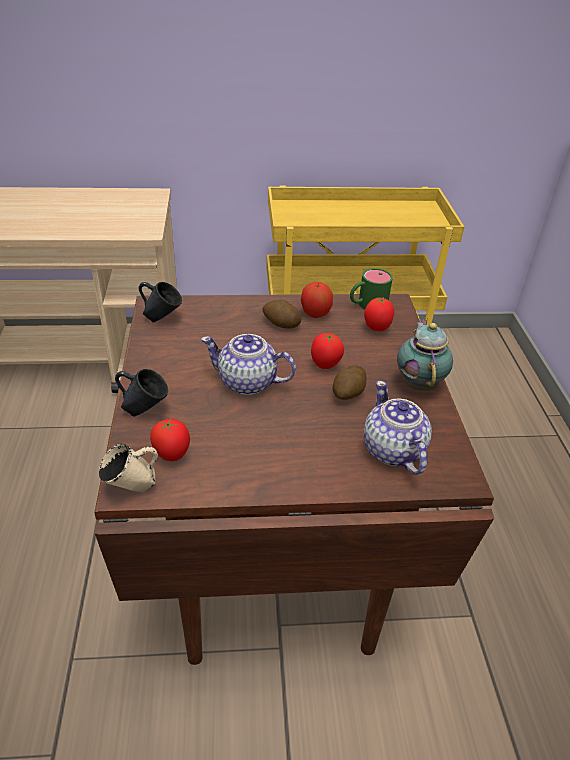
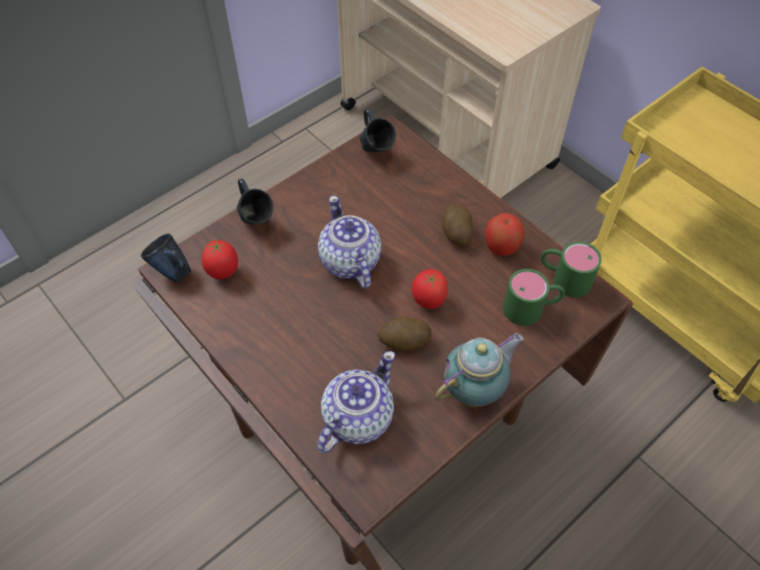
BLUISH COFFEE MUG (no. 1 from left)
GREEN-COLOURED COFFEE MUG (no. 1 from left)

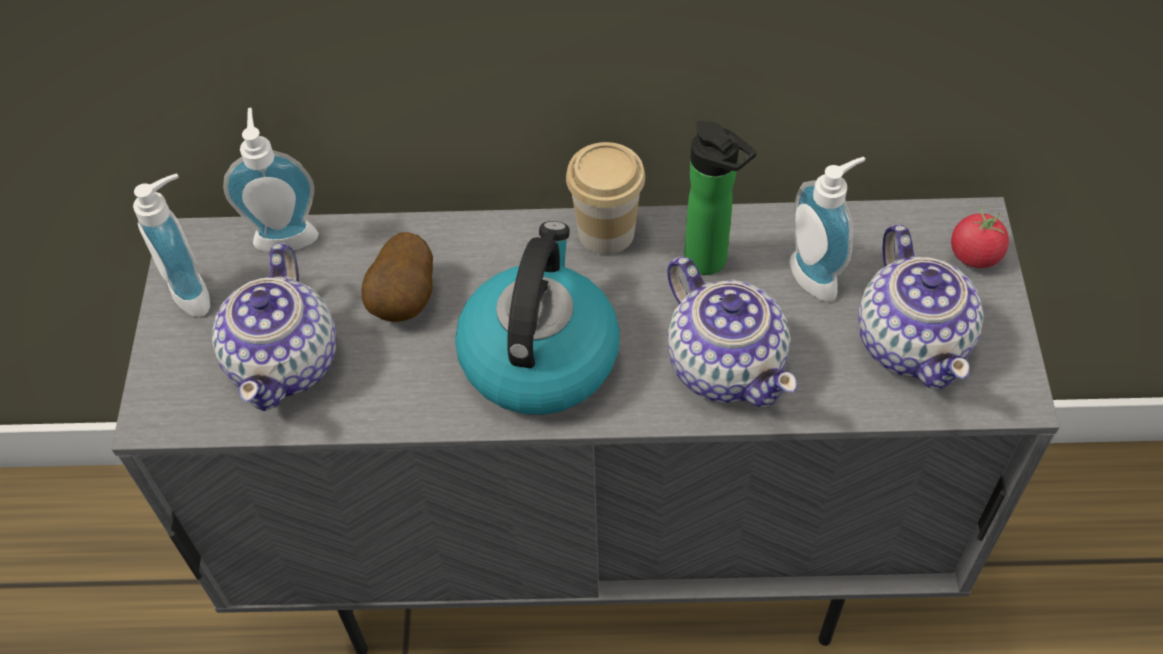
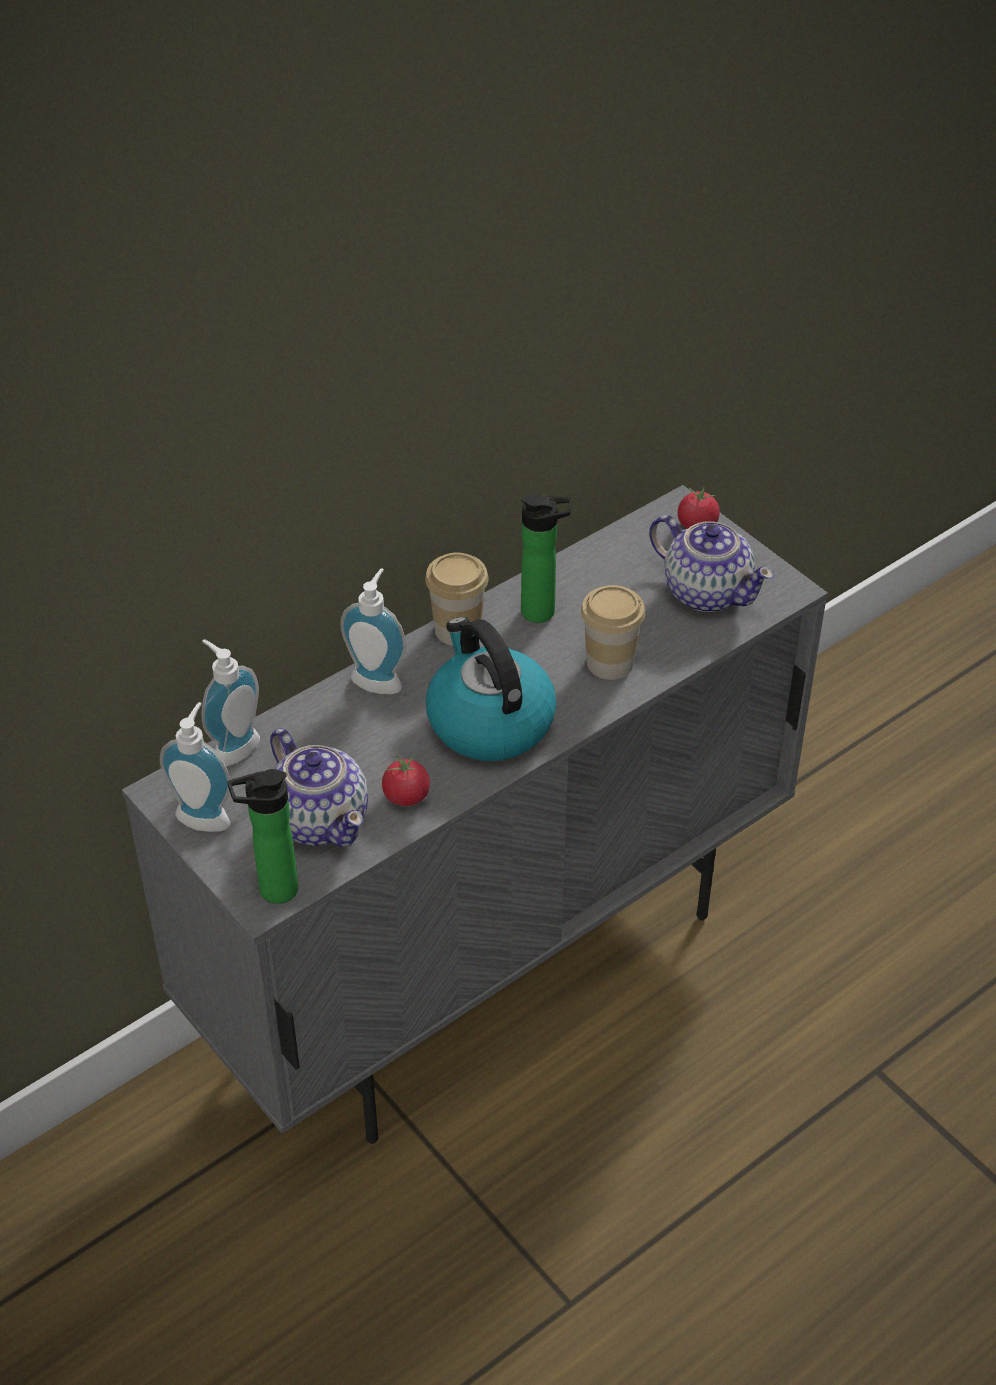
SPUD
DRINKING CUP (no. 2 from left)
LIQUID SOAP BOTTLE (no. 3 from left)
BEVERAGE BOTTLE (no. 1 from left)
FRESH TOMATO (no. 1 from left)

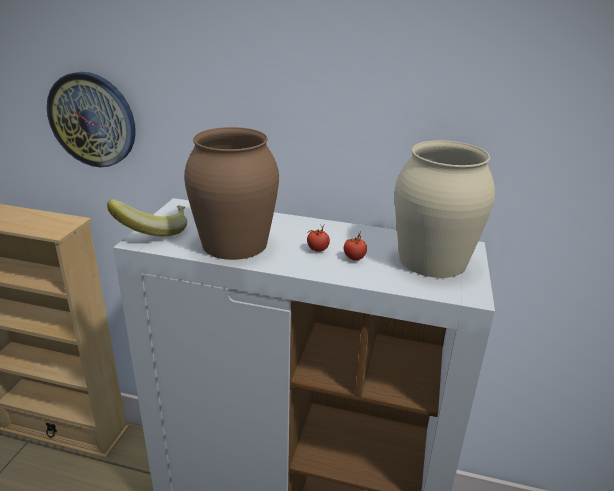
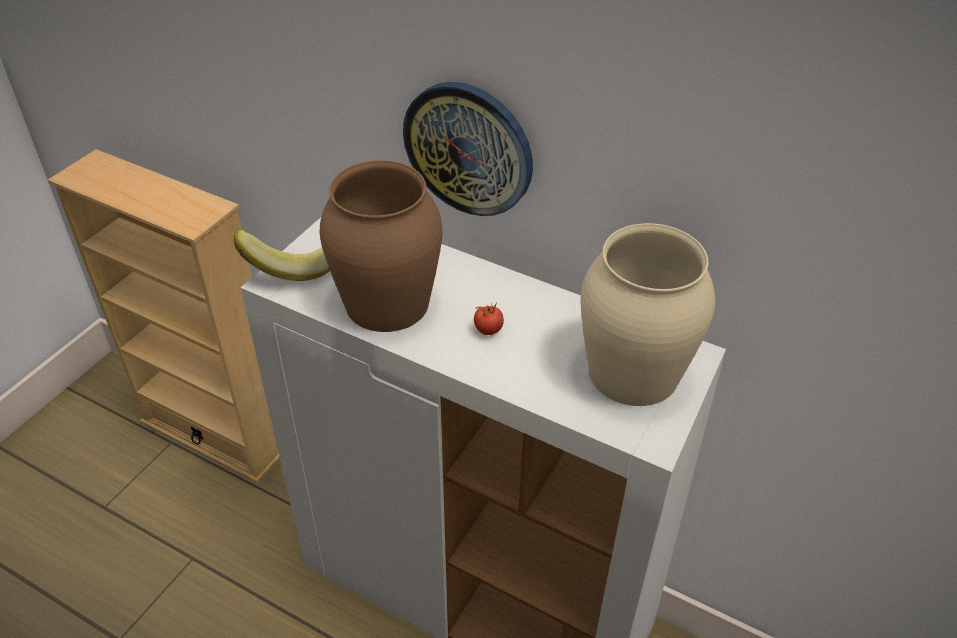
WALL CLOCK
FRESH TOMATO (no. 2 from left in the first image)

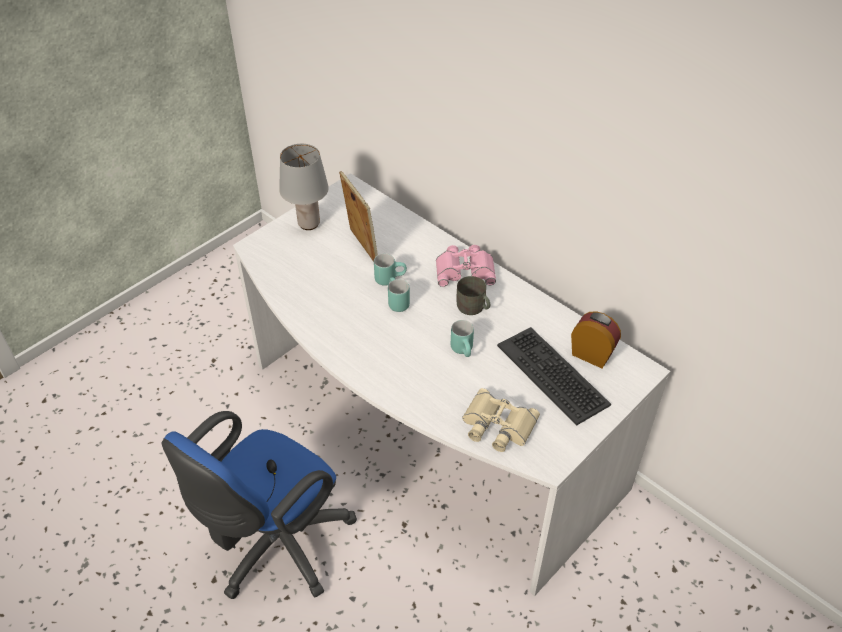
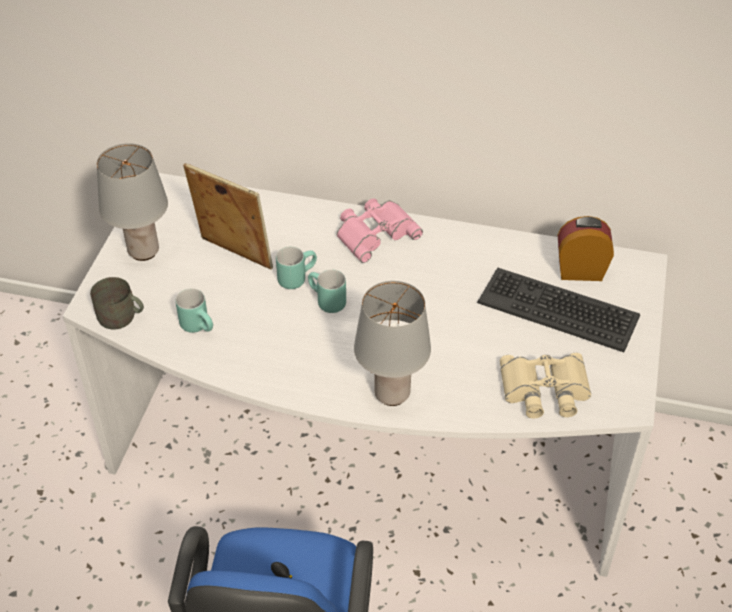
TURQUOISE-COLOURED COFFEE MUG (no. 1 from left)
GRAY COFFEE MUG
GRAY TABLE LAMP (no. 2 from left)

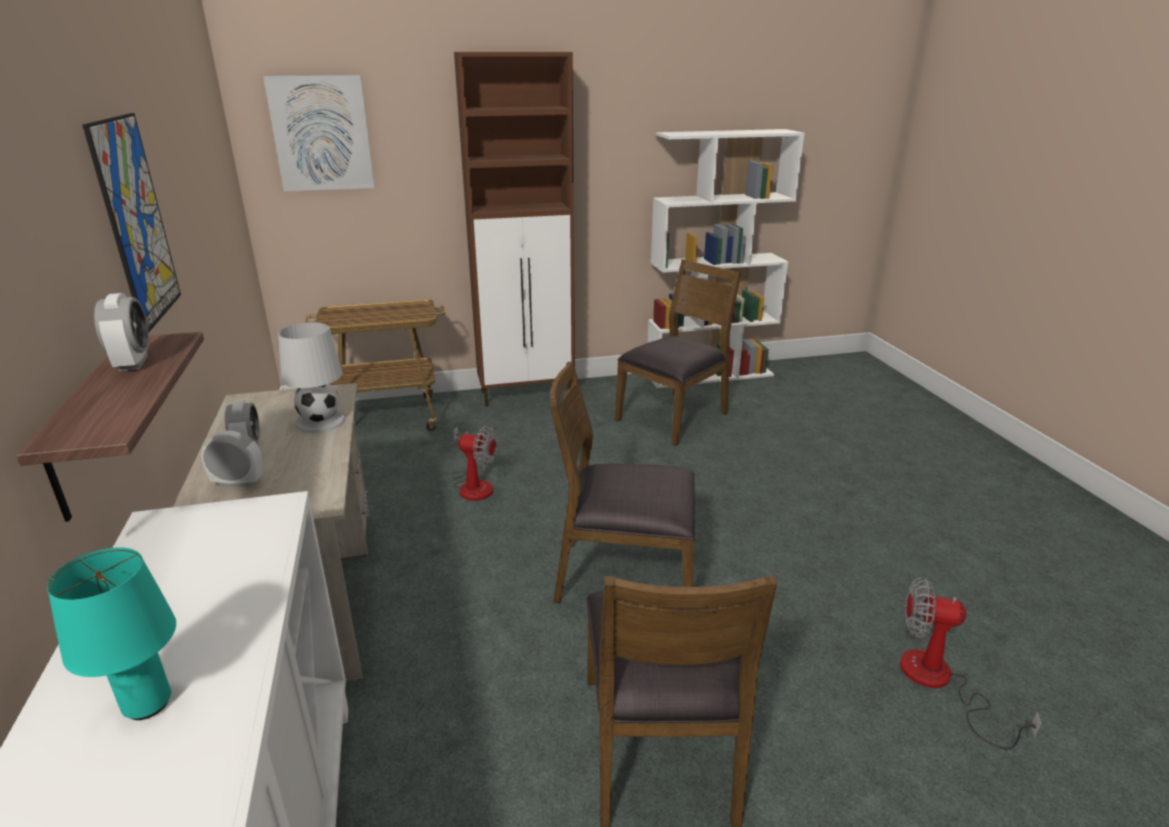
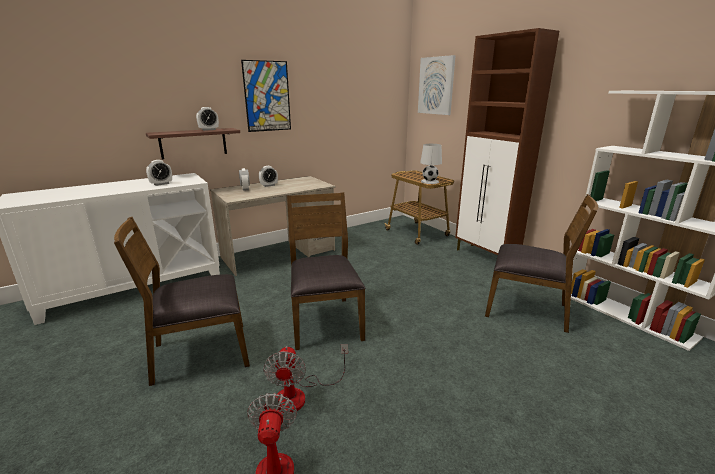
TURQUOISE-COLOURED TABLE LAMP
WHITE-COLOURED TABLE LAMP
COOLING FAN (no. 2 from left)
ALARM CLOCK (no. 1 from left)

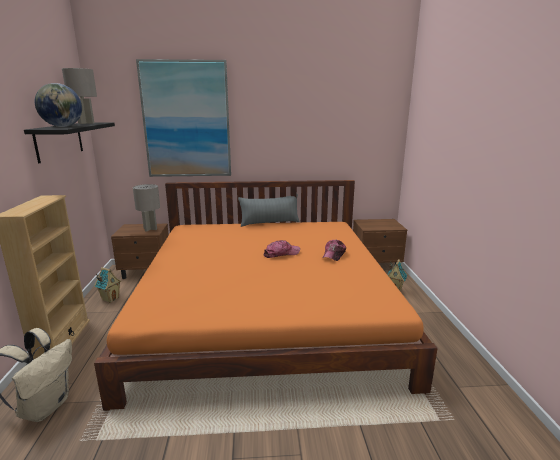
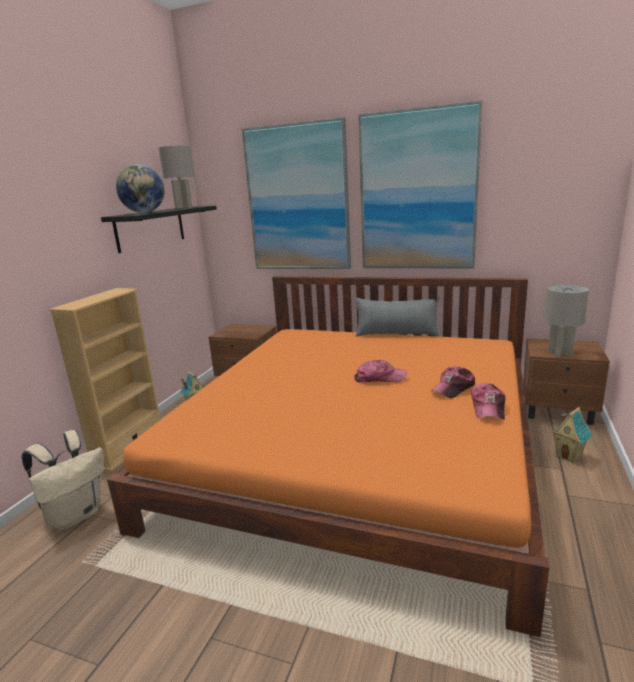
GRAY TABLE LAMP (no. 2 from left)
PICTURE (no. 2 from left)
CAP (no. 3 from left)

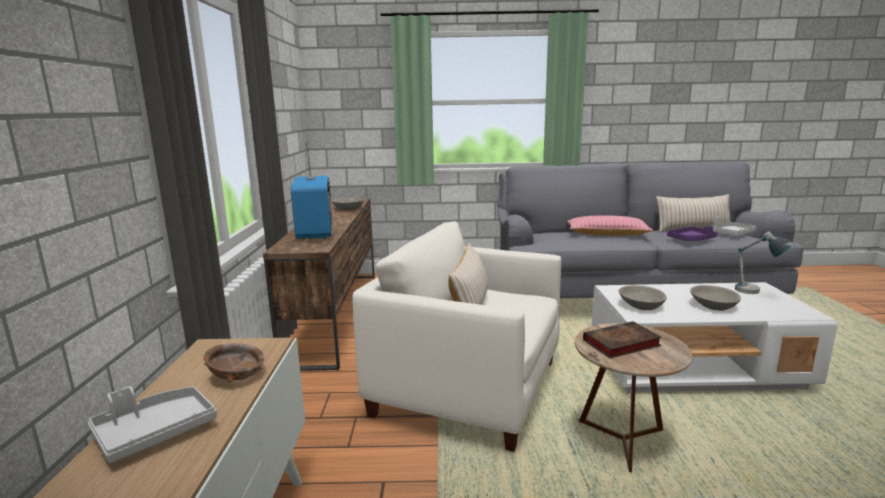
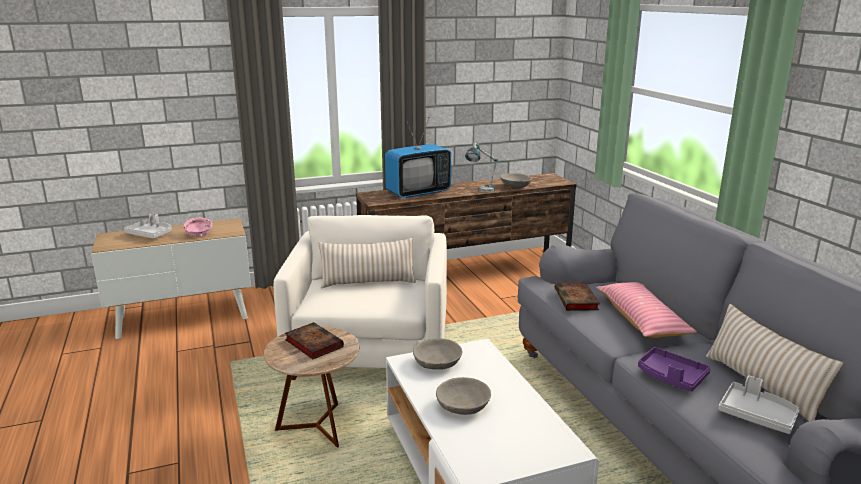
PINK BOWL
TABLE LAMP
BOUND BOOK (no. 2 from left)

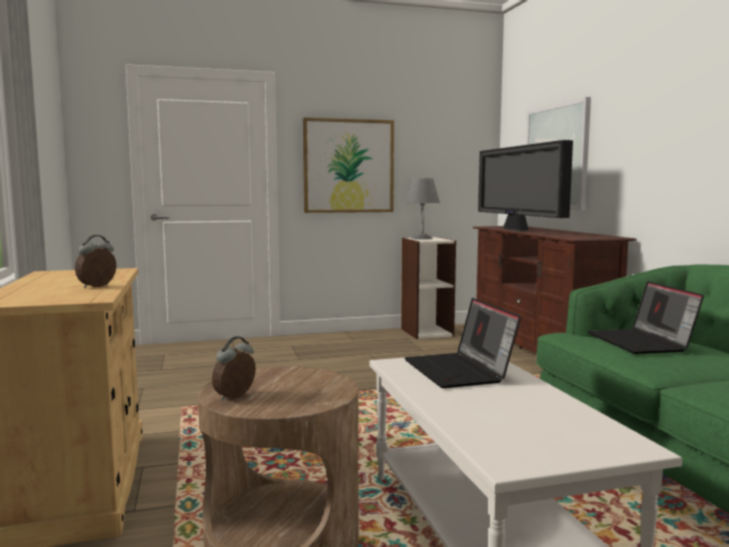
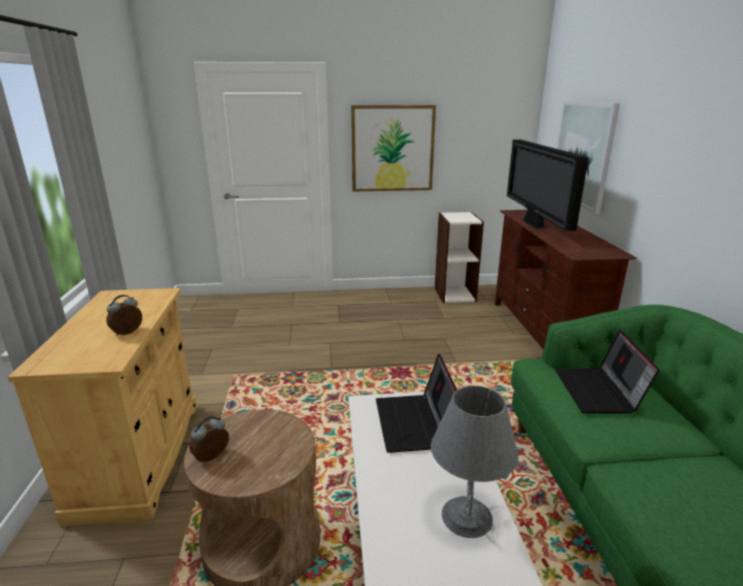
GRAY TABLE LAMP

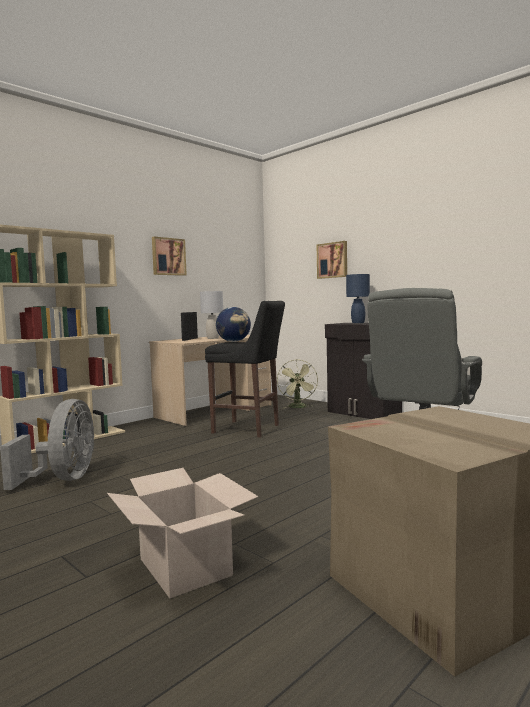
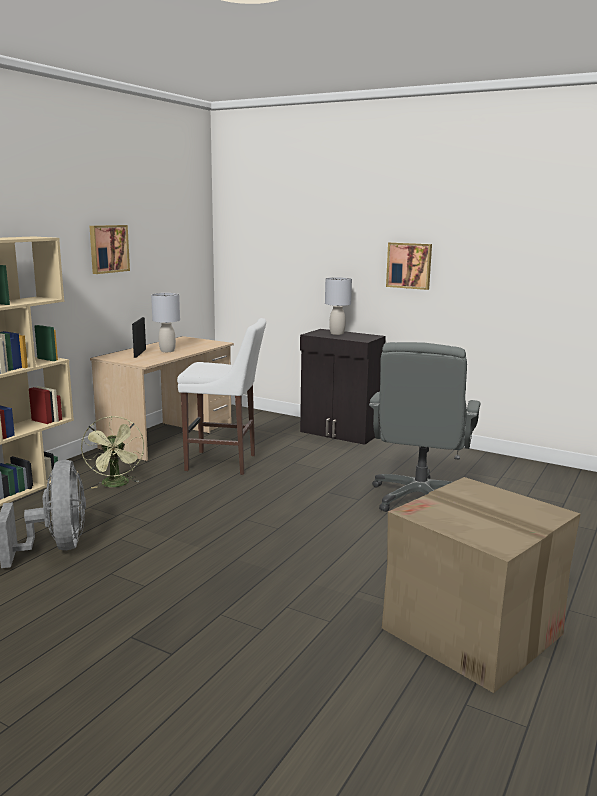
PACKING BOX (no. 1 from left in the first image)
WHITE-COLOURED STOOL SEAT
GLOBE
GREEN-COLOURED COOLING FAN
PICTURE (no. 2 from left)
GRAY TABLE LAMP (no. 2 from left)

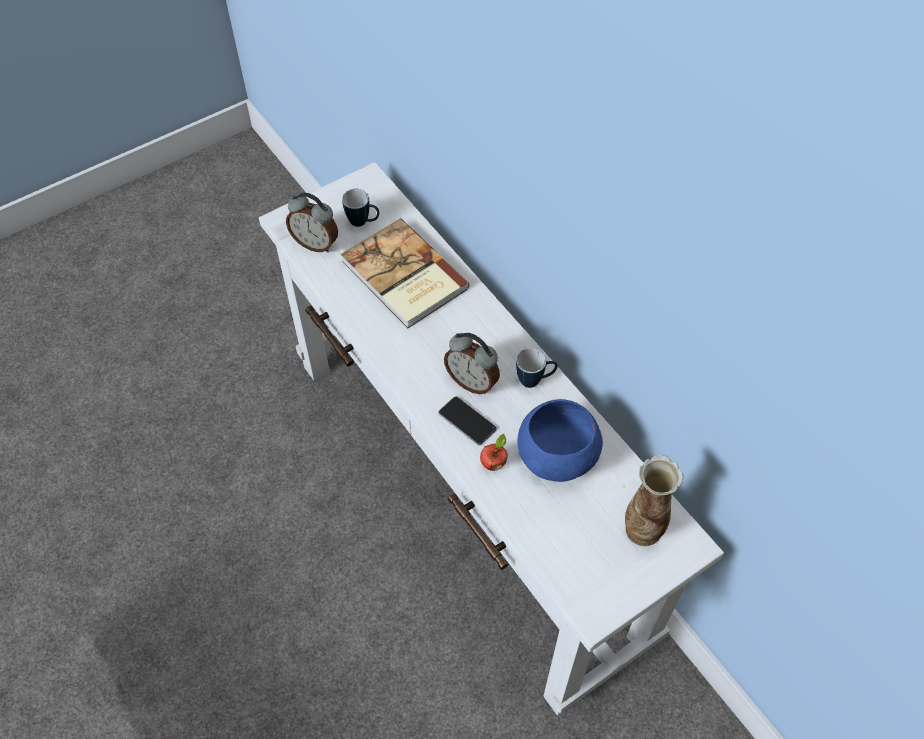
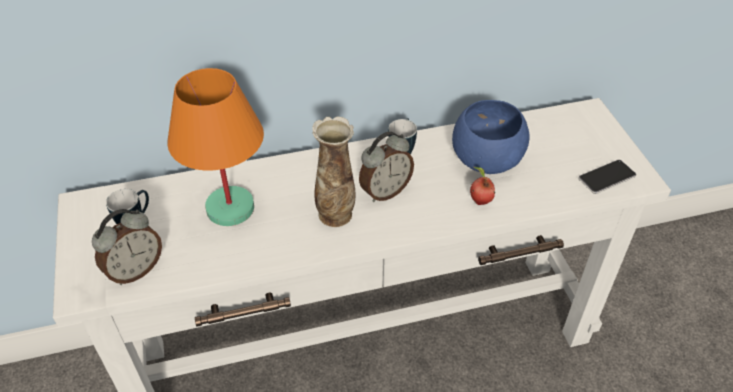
ORANGEY TABLE LAMP
TELEPHONE
DECORATIVE VASE

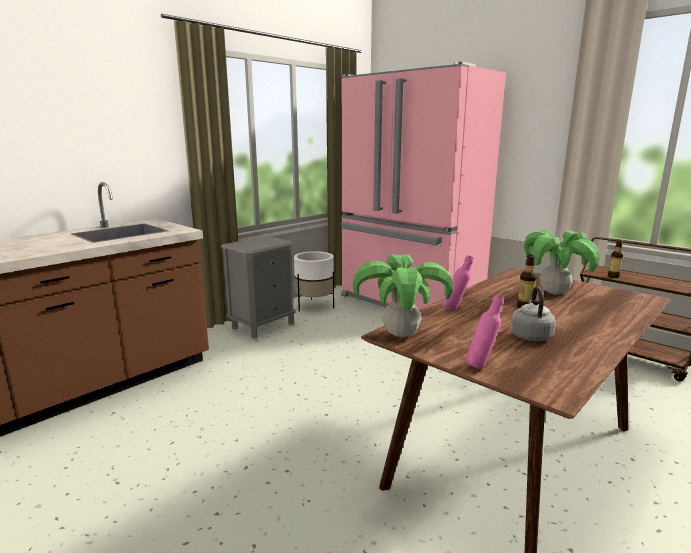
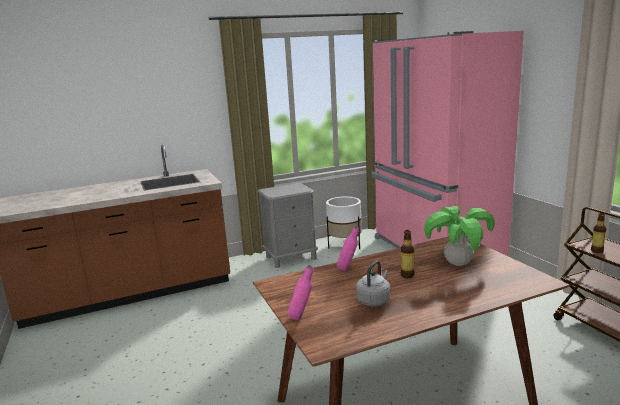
HOUSEPLANT (no. 1 from left in the first image)

